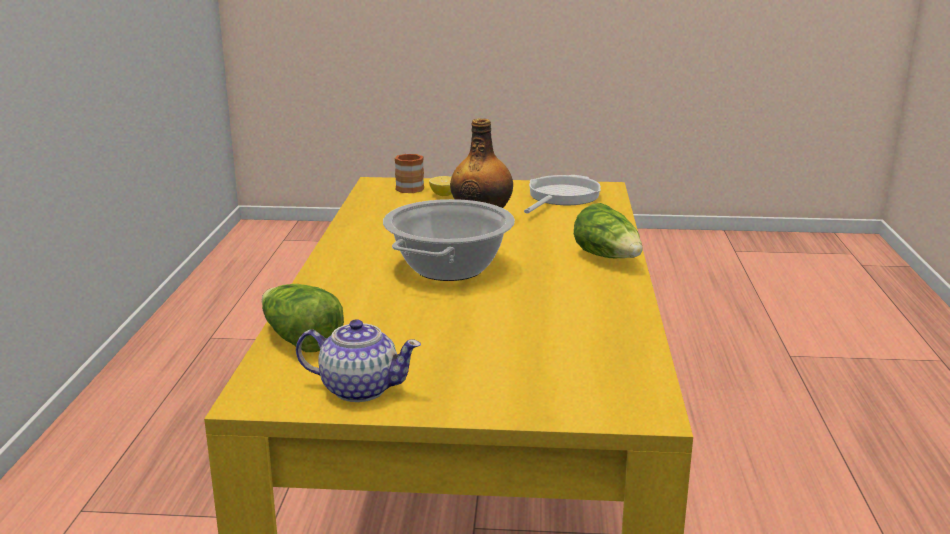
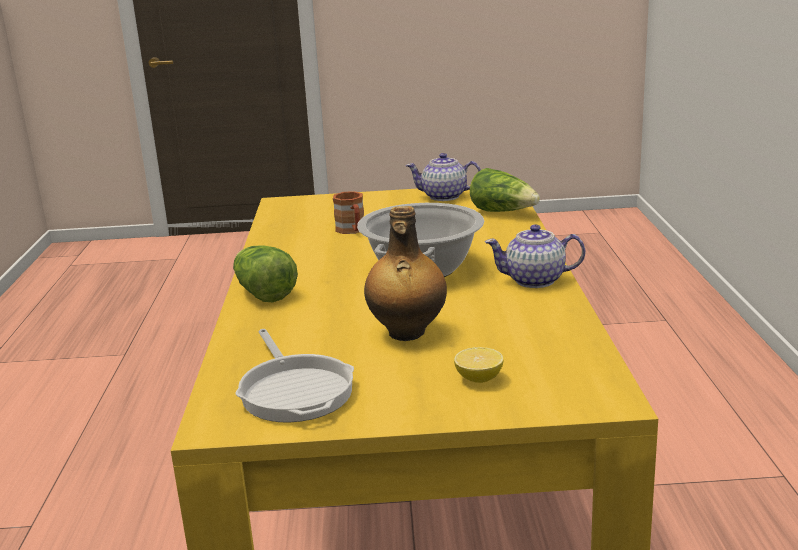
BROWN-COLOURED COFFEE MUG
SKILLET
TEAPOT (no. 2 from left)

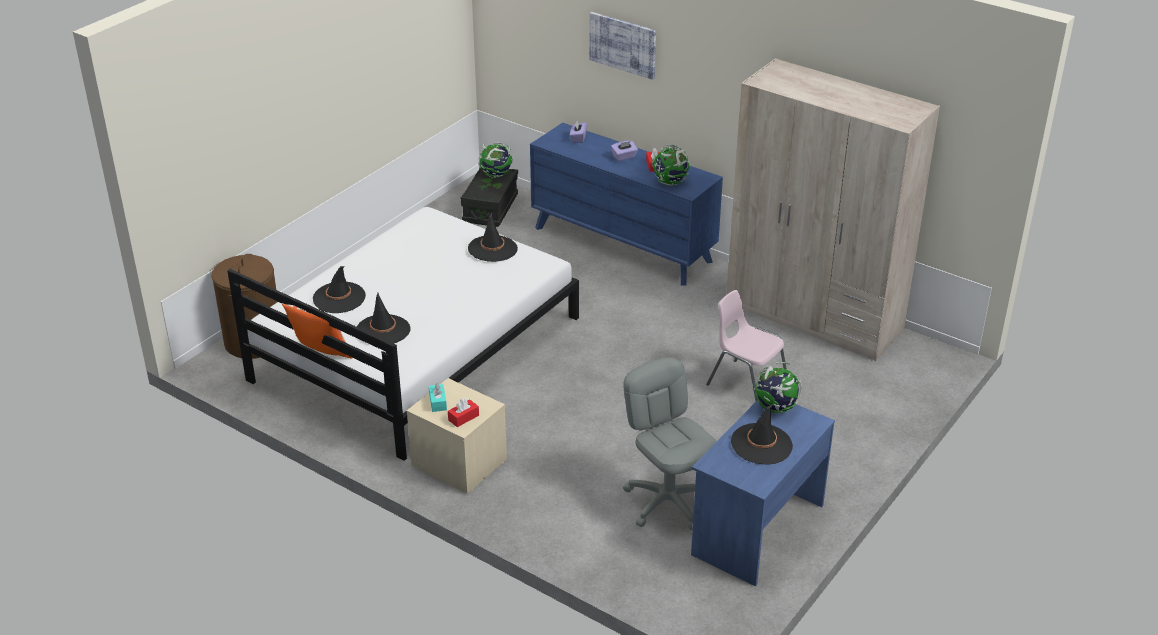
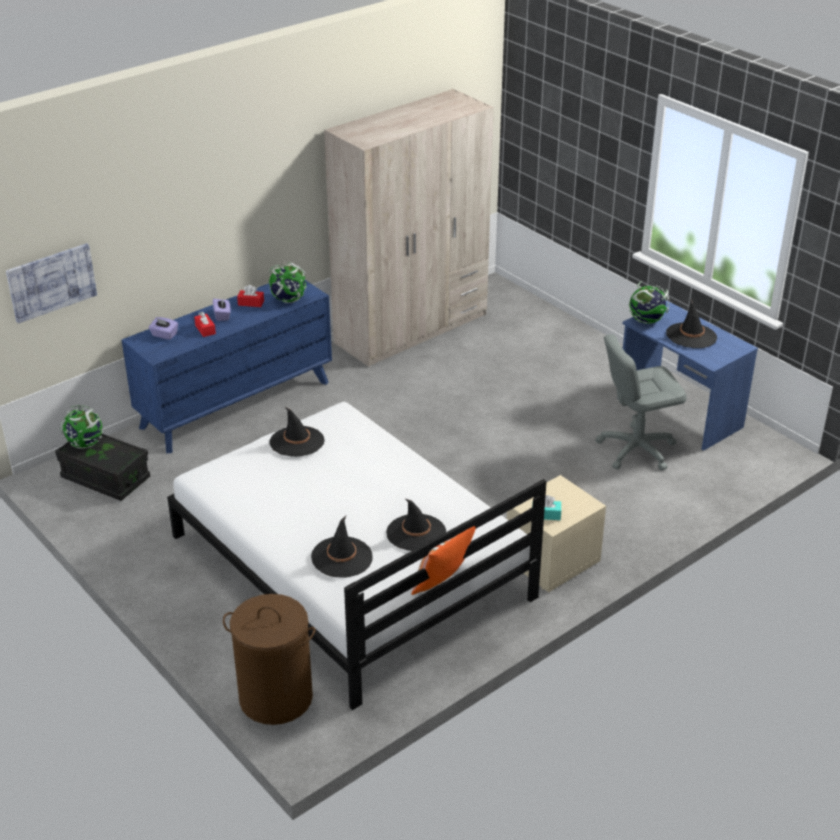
REDDISH TISSUE BOX (no. 1 from left)
PICTURE
PINK UPRIGHT CHAIR

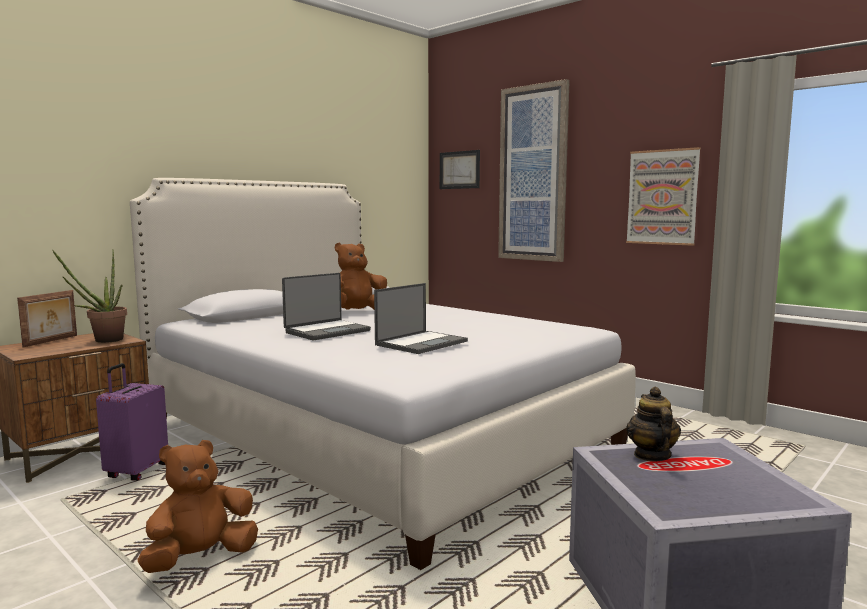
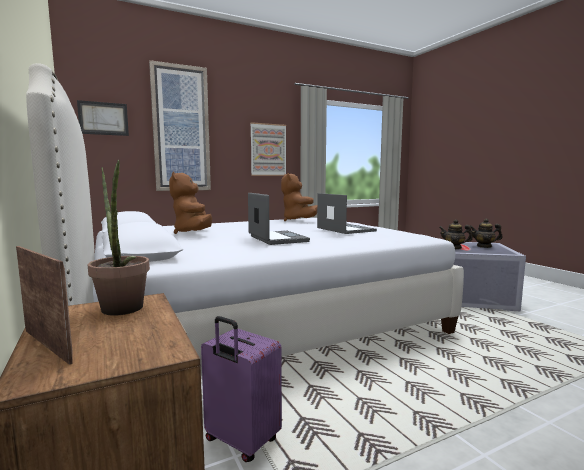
BROWN-COLOURED PLUSH TOY (no. 2 from left)
TEAPOT (no. 2 from left)

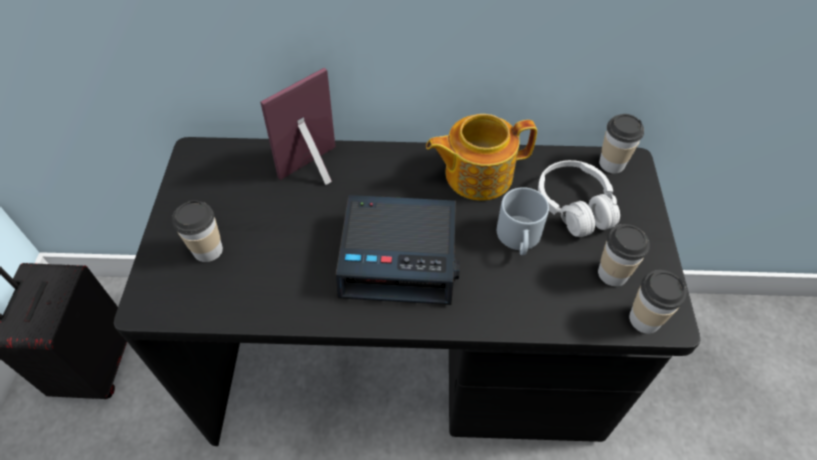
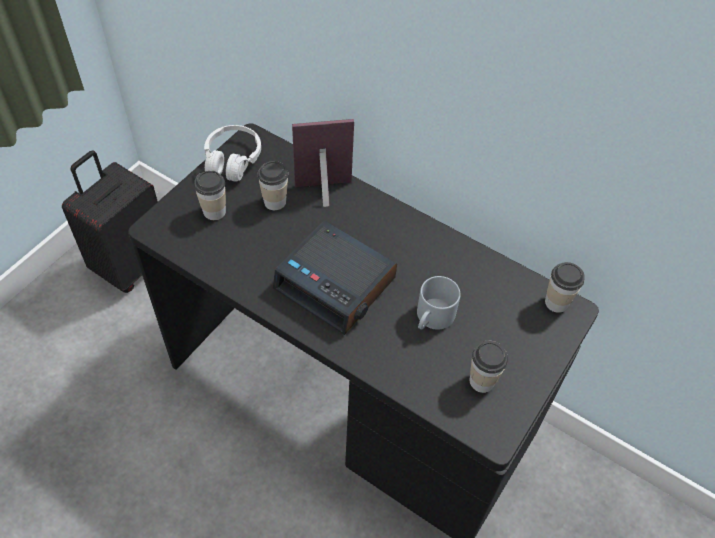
TEAPOT
WHITE-COLOURED HEADSET
DRINKING CUP (no. 2 from left)

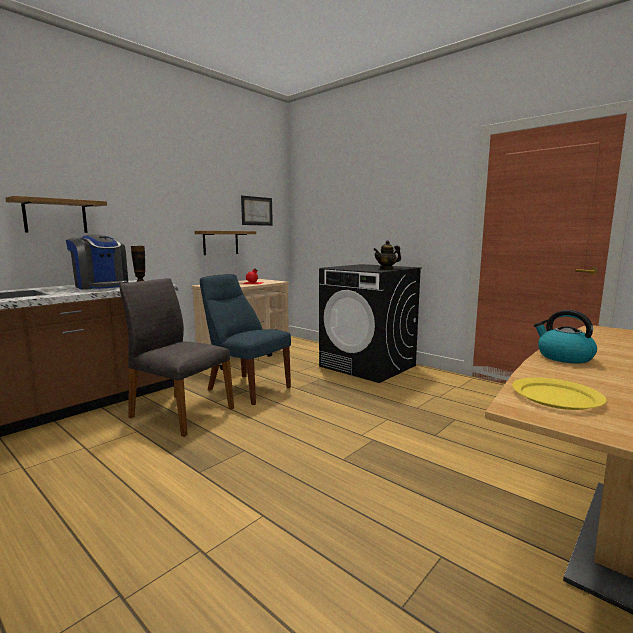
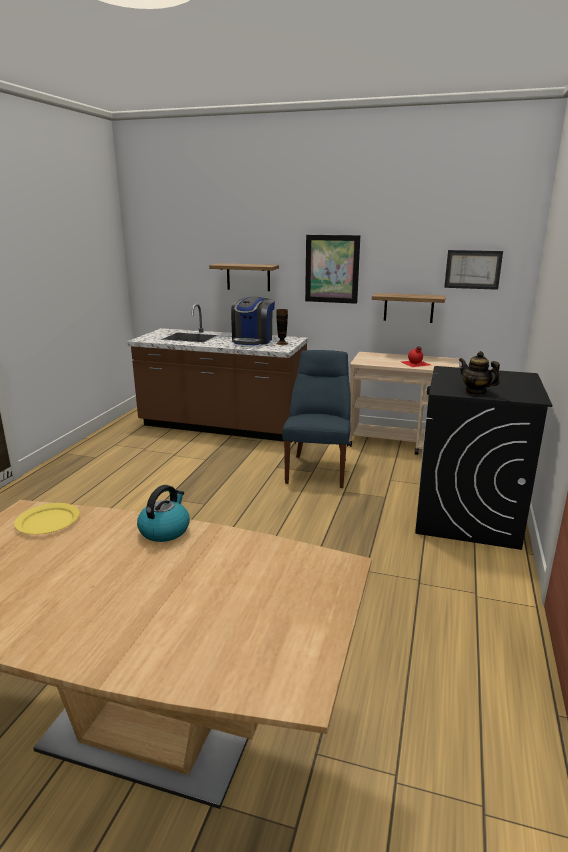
GRAY UPRIGHT CHAIR
PICTURE (no. 1 from left)

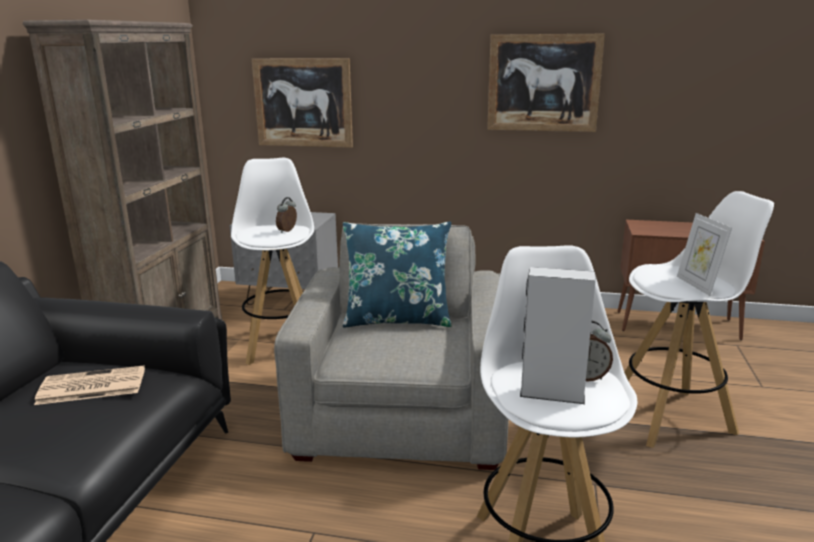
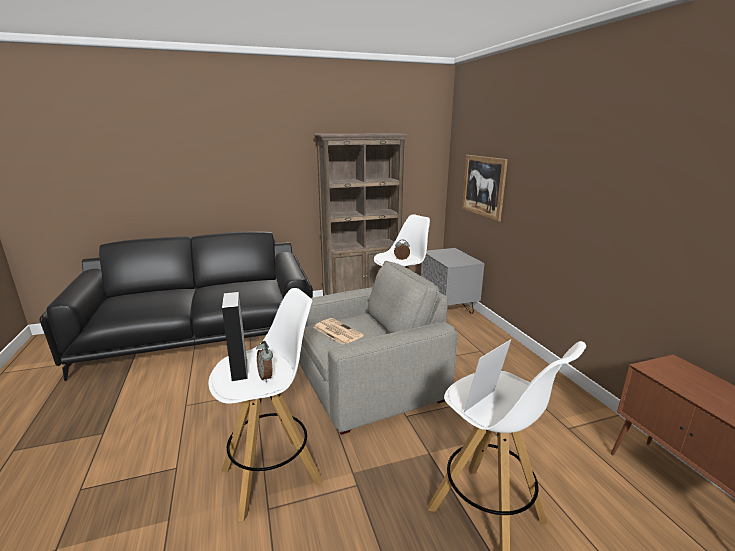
PRINTED PAPER
BLUISH THROW PILLOW
PICTURE (no. 2 from left in the first image)

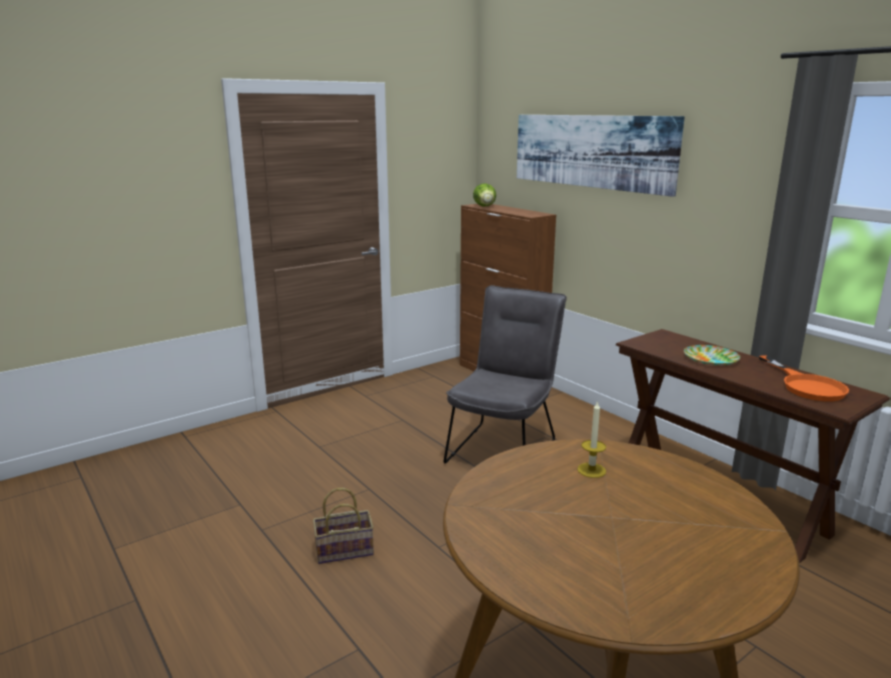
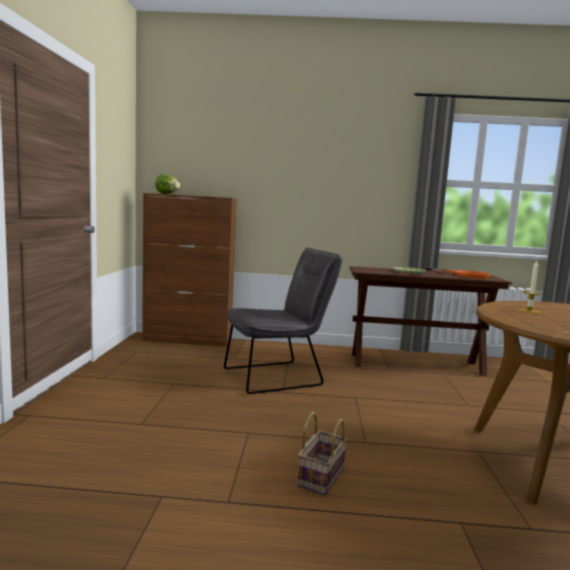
GRAY UPRIGHT CHAIR
PICTURE

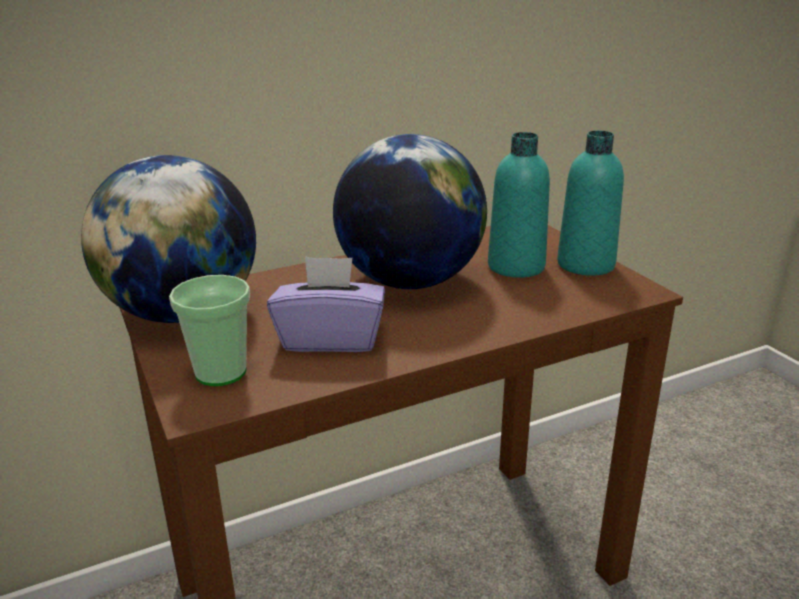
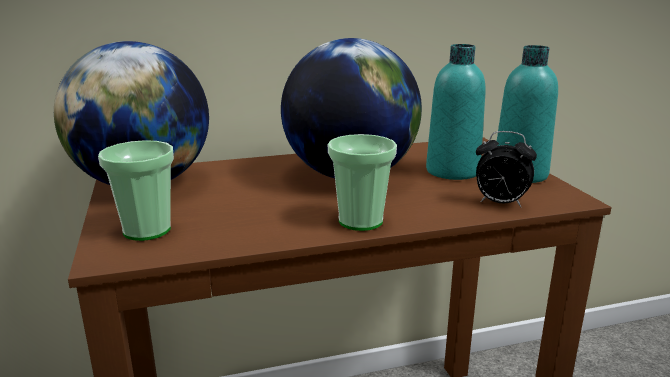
PURPLISH TISSUE BOX
DRINKING CUP (no. 2 from left)
ALARM CLOCK

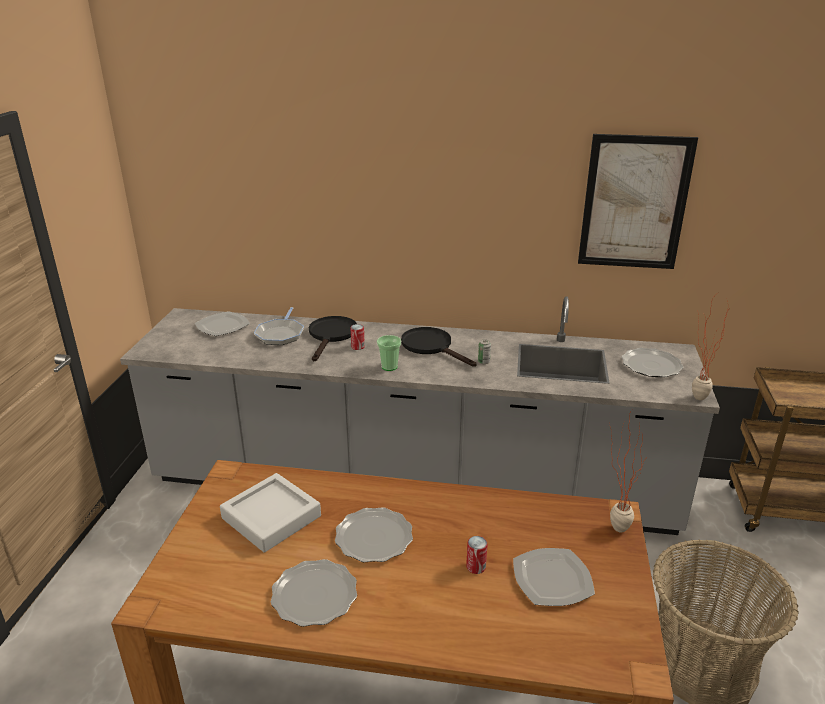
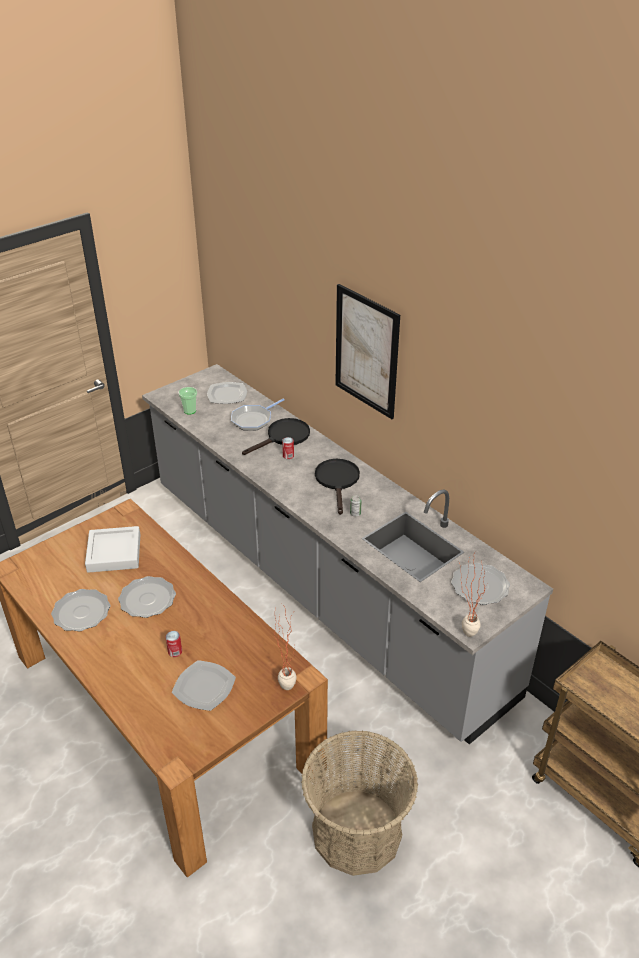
DRINKING CUP
PICTURE

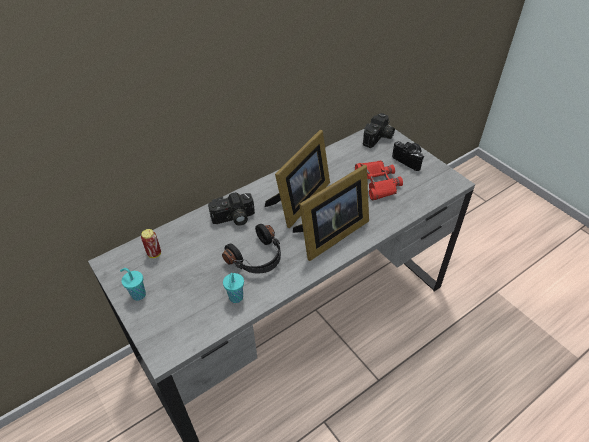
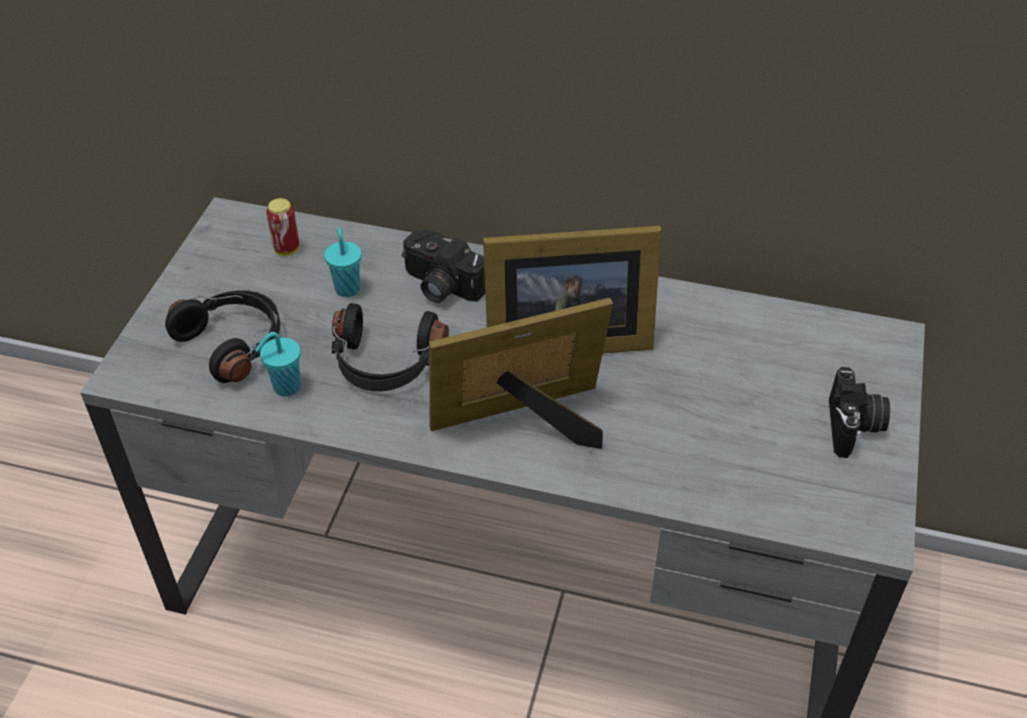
TURQUOISE-COLOURED DRINKING CUP (no. 2 from left)
PICTURE FRAME (no. 1 from left)
REDDISH BINOCULARS
STILL CAMERA (no. 2 from left in the first image)
BLACKISH HEADSET (no. 1 from left)

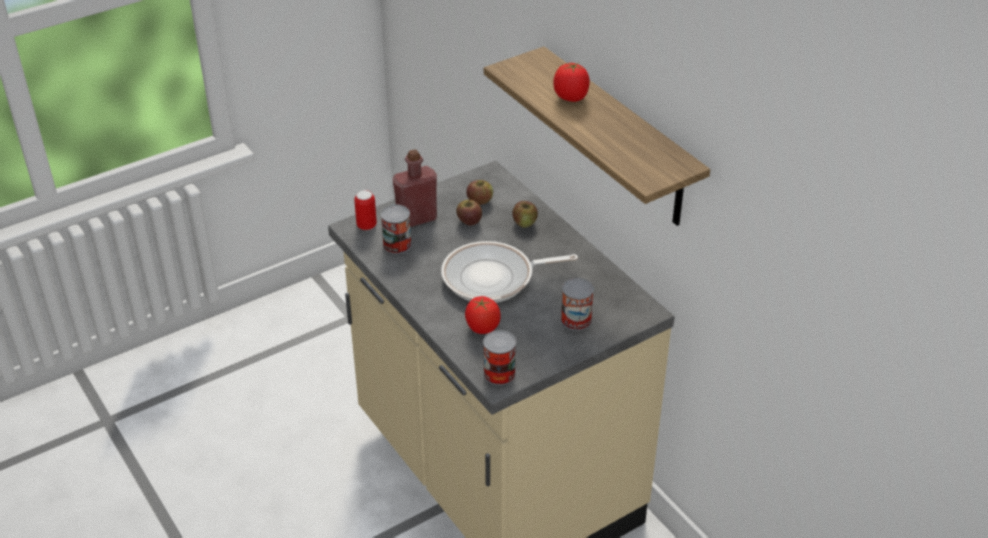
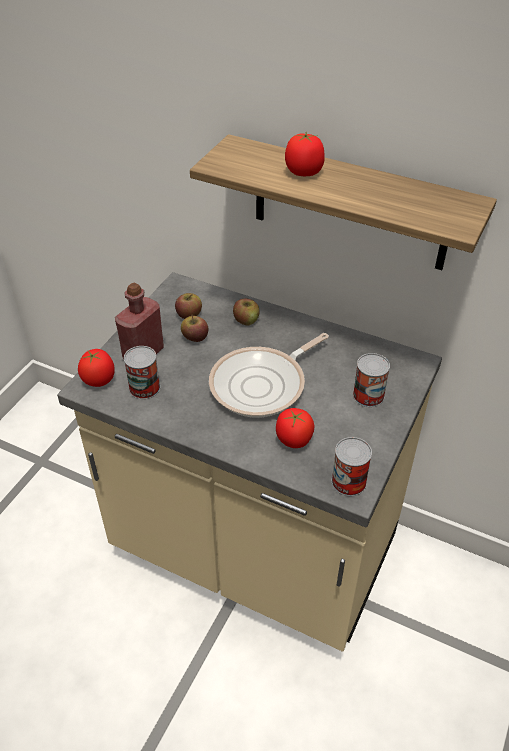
FRESH TOMATO (no. 1 from left)

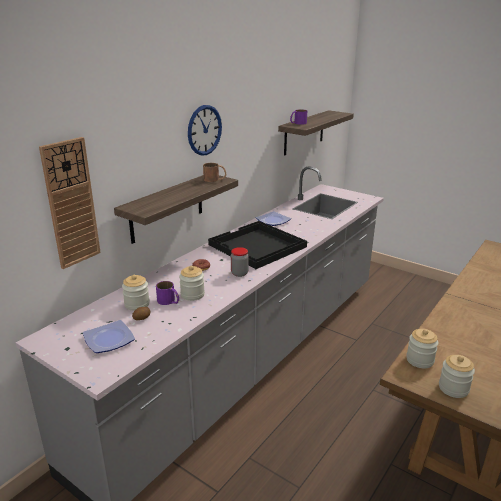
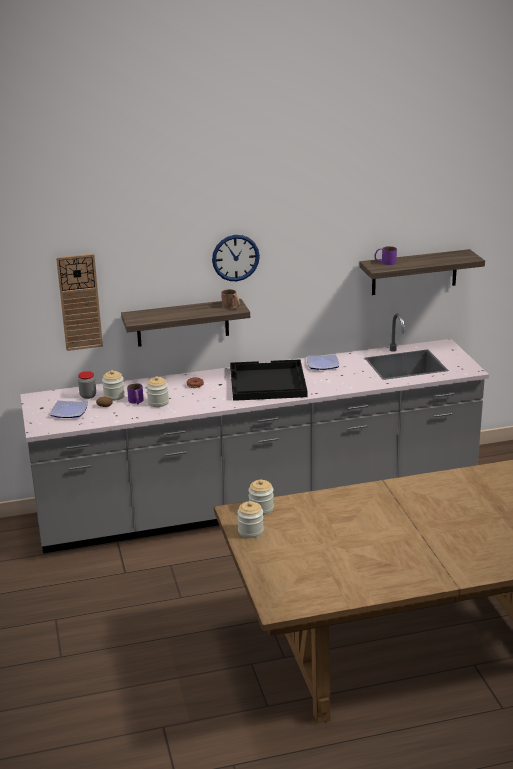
STORAGE JAR (no. 1 from left)

